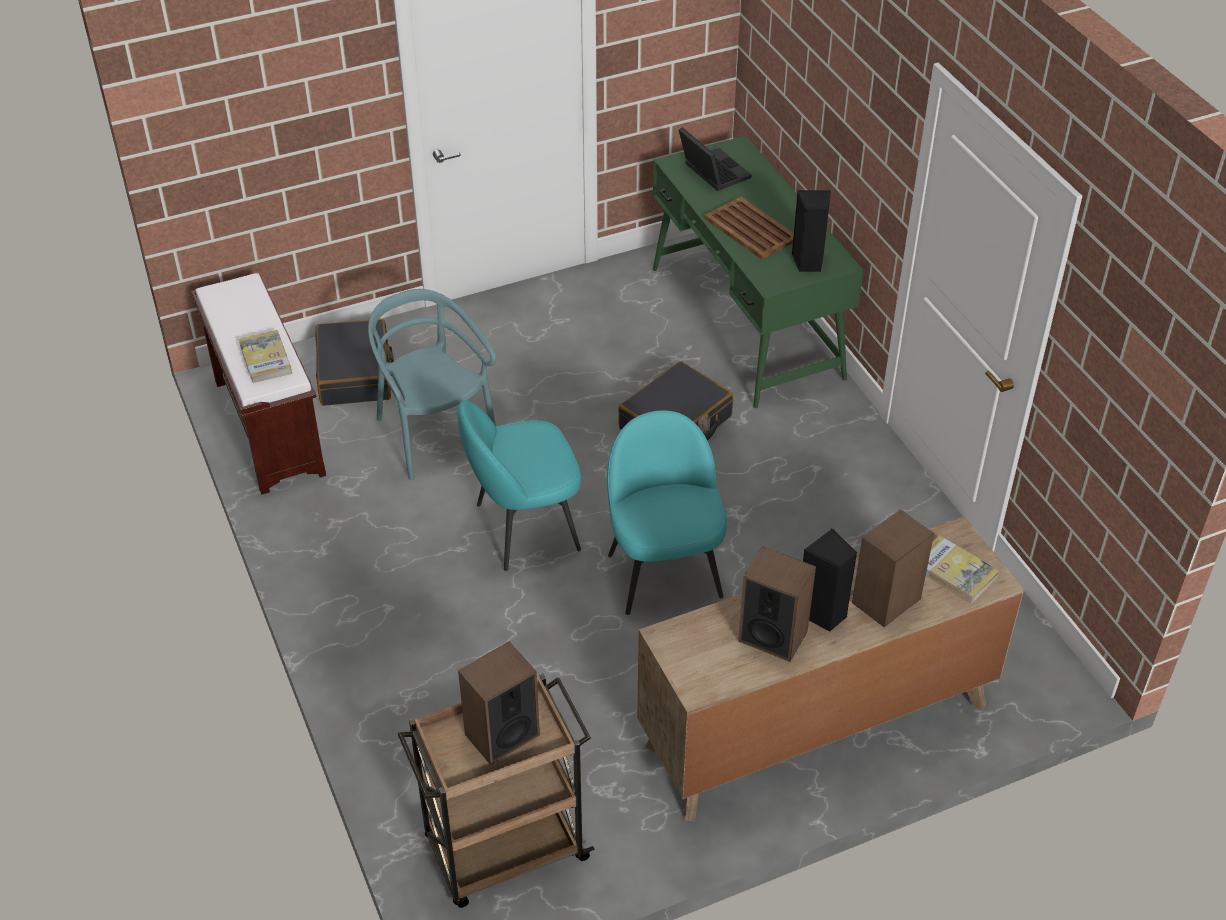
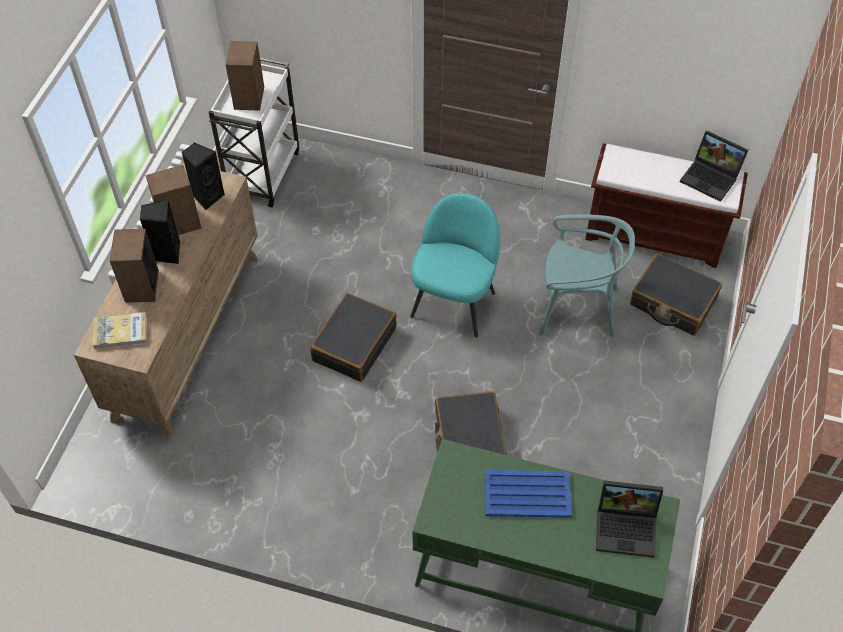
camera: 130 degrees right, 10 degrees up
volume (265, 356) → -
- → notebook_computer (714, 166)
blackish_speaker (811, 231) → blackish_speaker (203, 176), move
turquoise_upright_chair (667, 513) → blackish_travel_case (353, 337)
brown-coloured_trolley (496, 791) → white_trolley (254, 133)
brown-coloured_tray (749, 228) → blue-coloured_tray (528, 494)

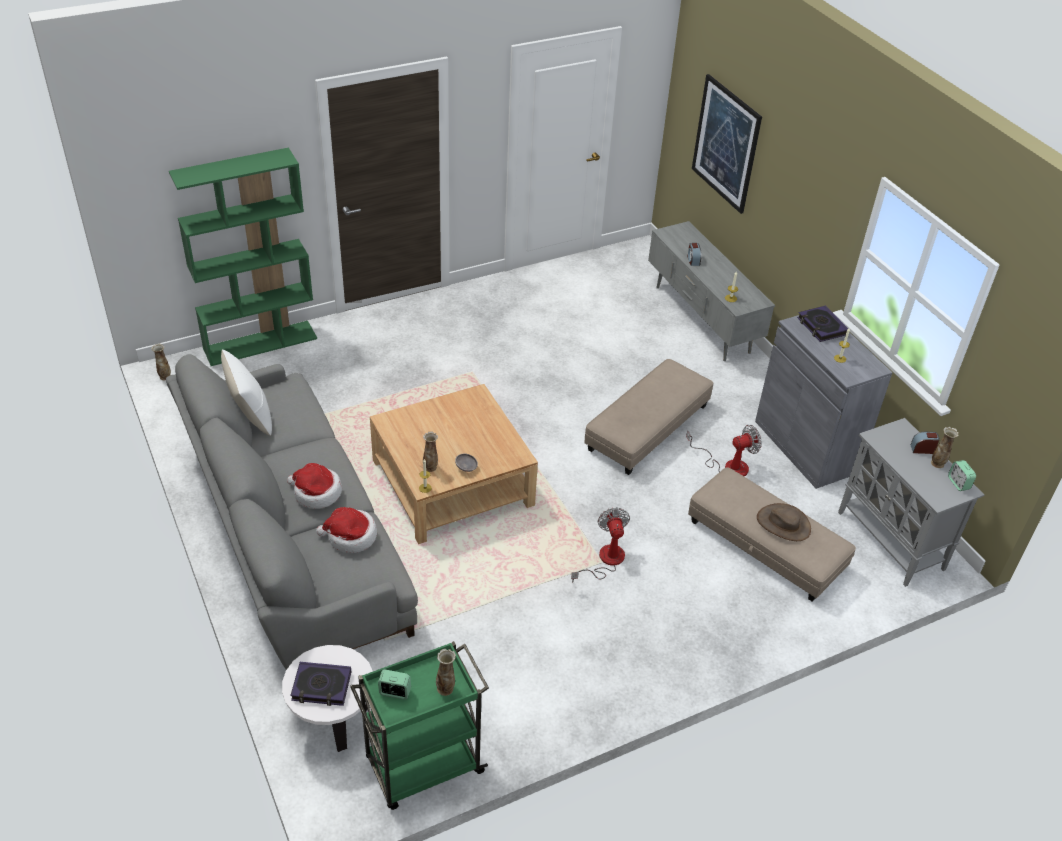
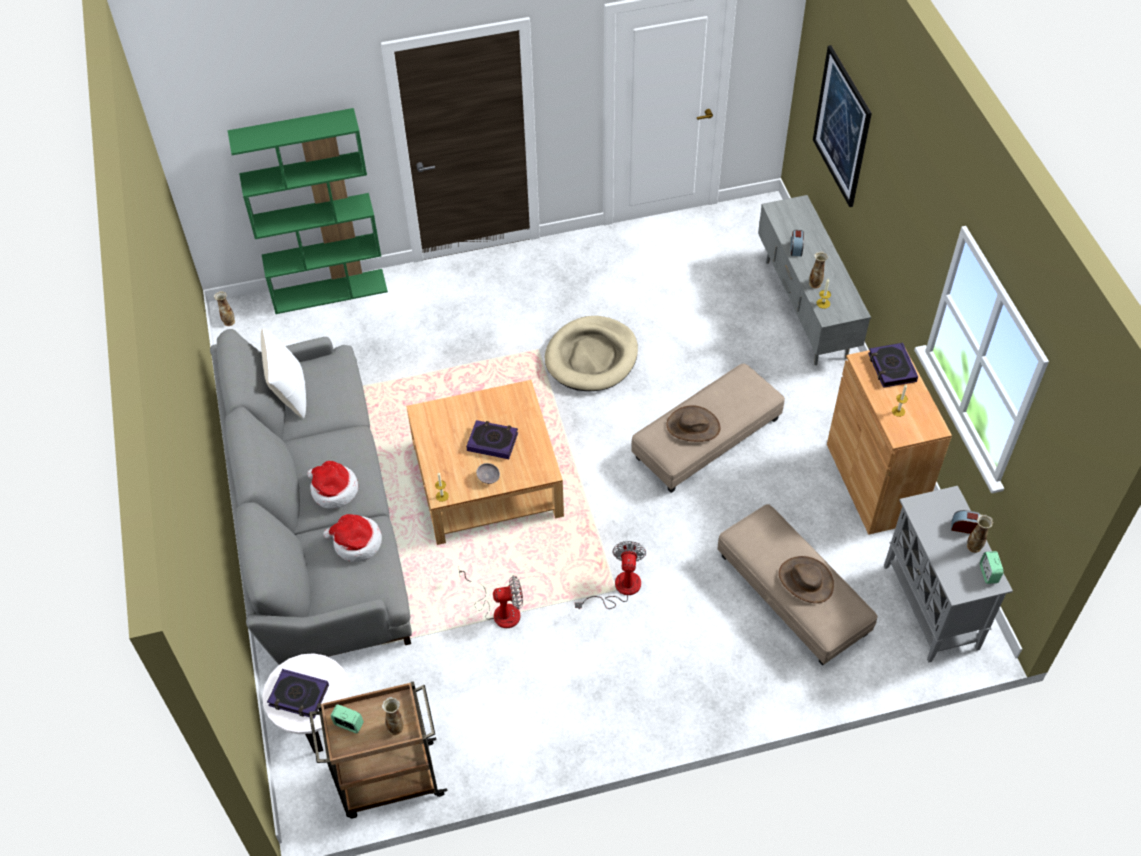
camera: 15 degrees right, 10 degrees up
- → volume (492, 439)
- → beige-coloured_dog_bed (591, 353)
- → brown-coloured_hat (693, 423)
flower_vase (430, 452) → flower_vase (818, 269), move
electric_fan (724, 450) → electric_fan (490, 597), move
greenish_trolley (419, 725) → brown-coloured_trolley (378, 749)
greyish_storage_cabinet (824, 402) → brown-coloured_storage_cabinet (889, 441)

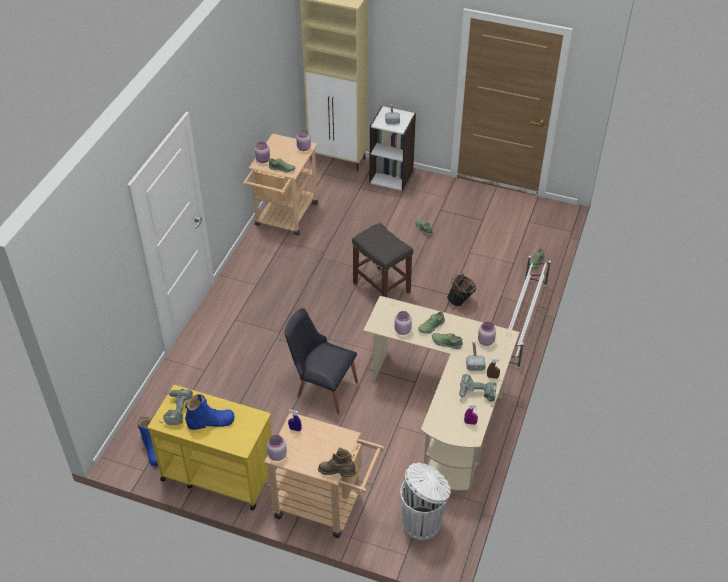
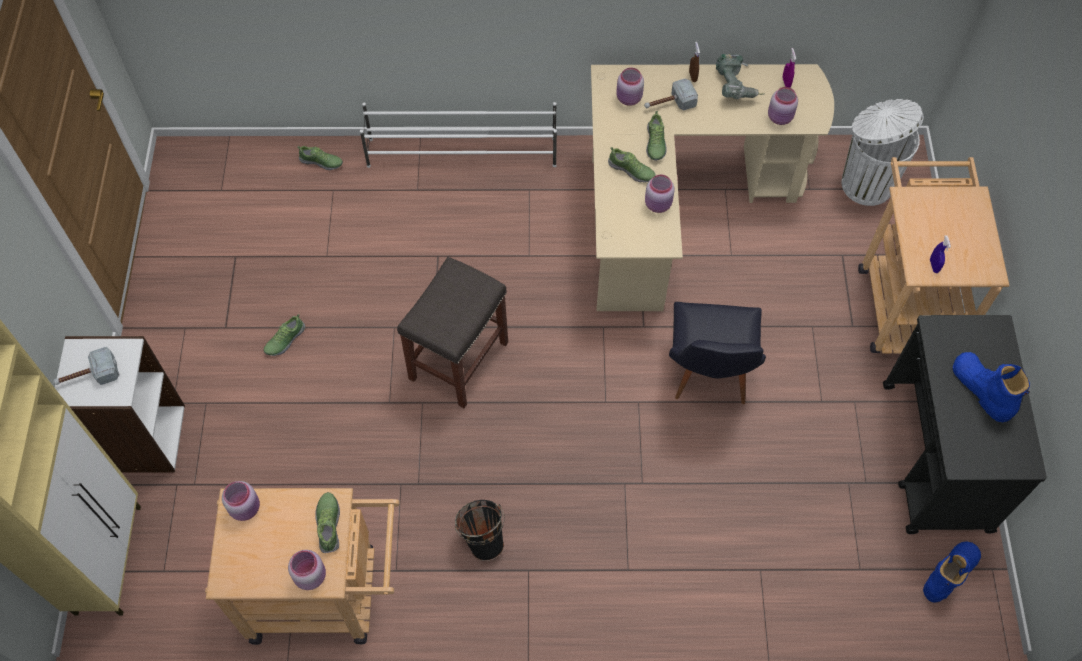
camera: 110 degrees left, 15 degrees up
electric_drill (176, 407) → -
brown-coloured_high-top_boot (337, 462) → -
pinkish_jar (277, 448) → pinkish_jar (783, 106), move
blackish_water_bucket (461, 290) → blackish_water_bucket (479, 530), move
yellowish_trolley (209, 448) → blackish_trolley (965, 424)

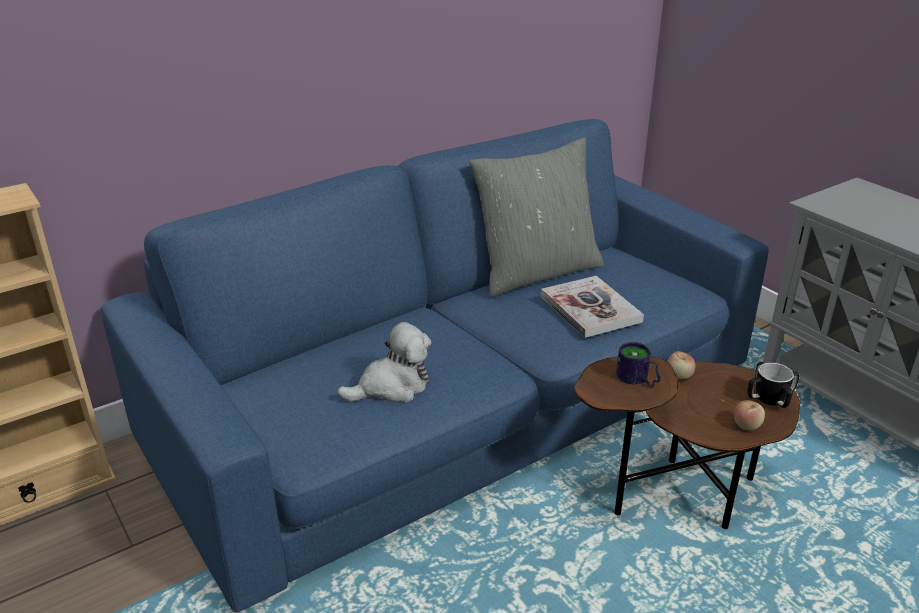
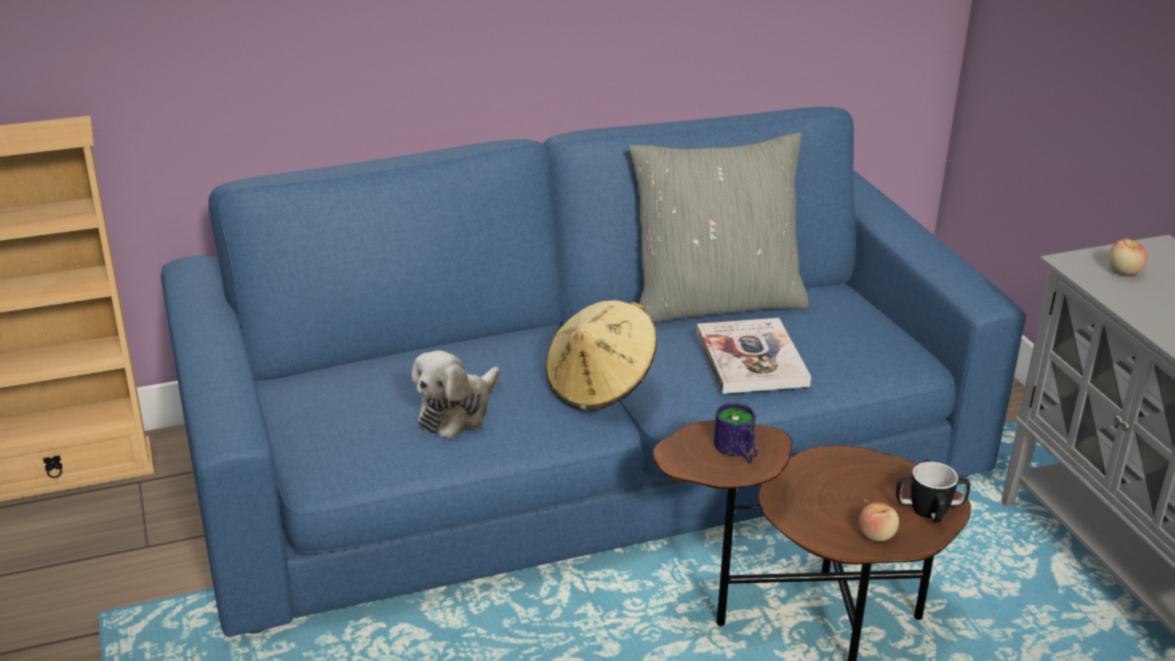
camera: 15 degrees right, 0 degrees up
- → beige-coloured_hat (601, 355)
whole_apple (681, 365) → whole_apple (1128, 257), move
soft_toy (384, 362) → soft_toy (455, 395), 135 degrees clockwise

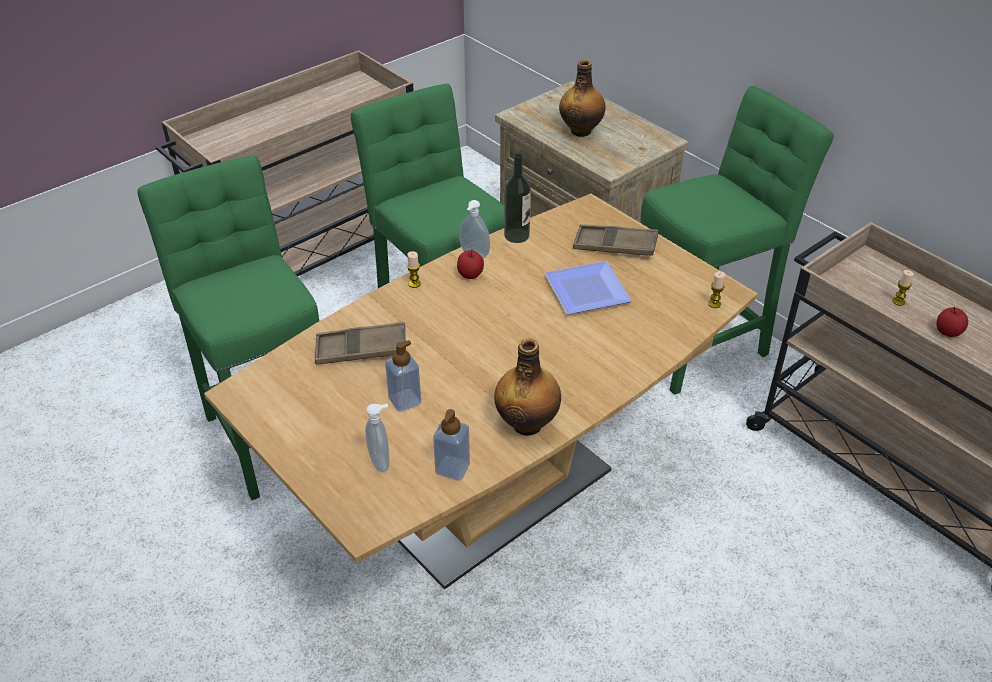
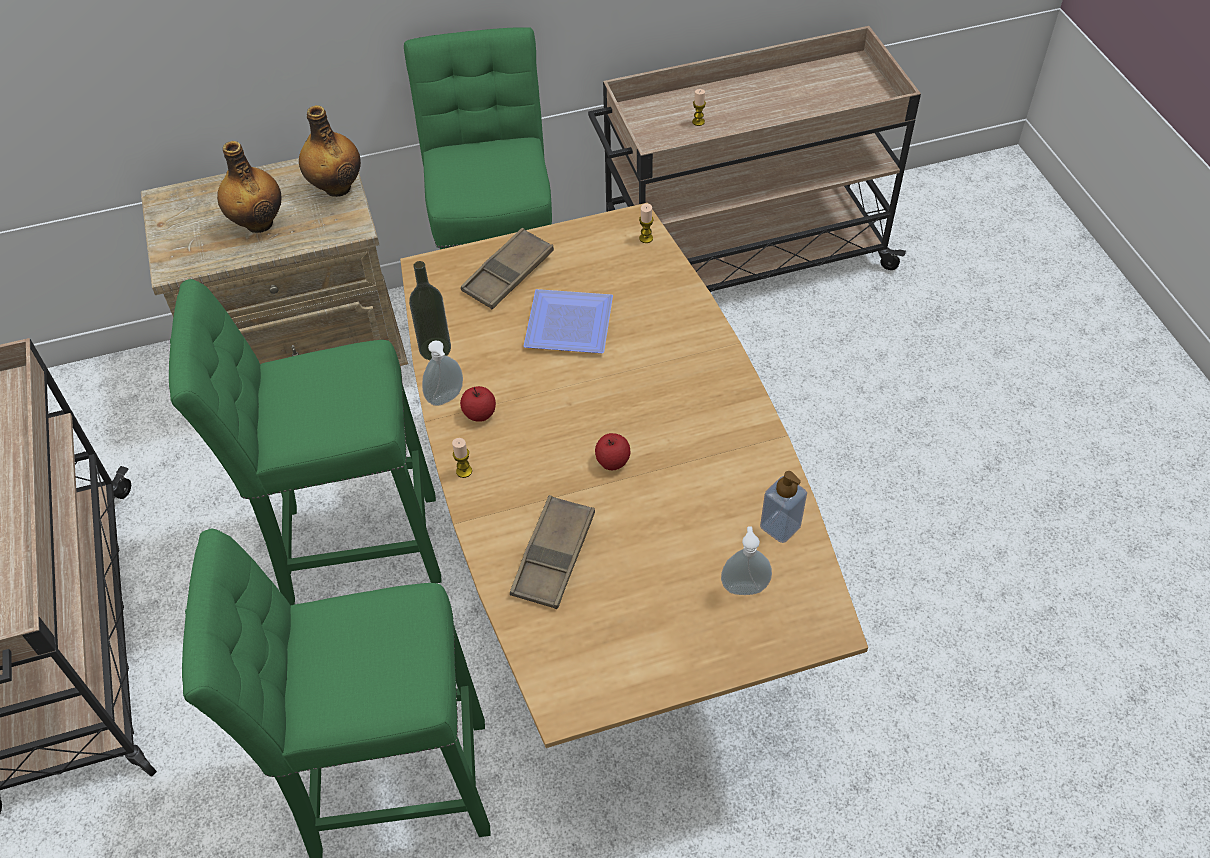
camera: 65 degrees left, 10 degrees up
liquid_soap_bottle (403, 376) → -
beverage_bottle (527, 387) → beverage_bottle (330, 151), move
whole_apple (952, 322) → whole_apple (612, 451), move

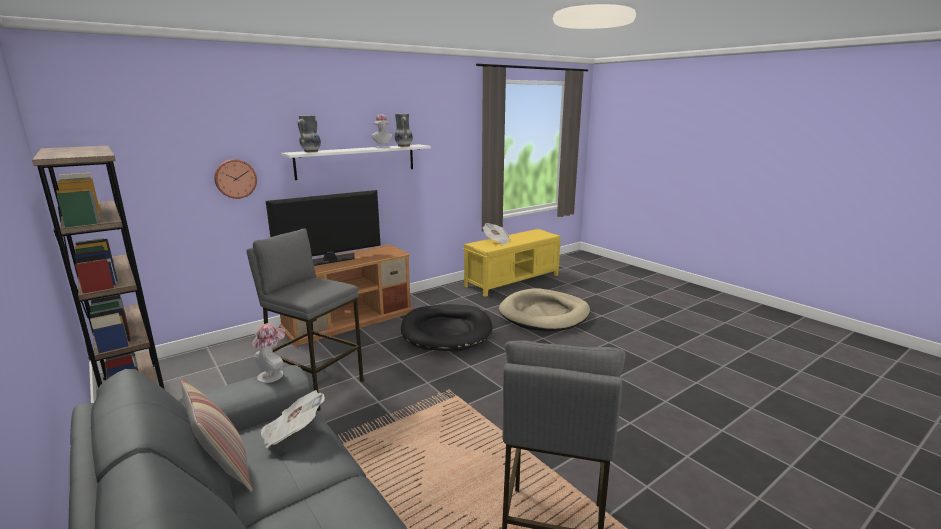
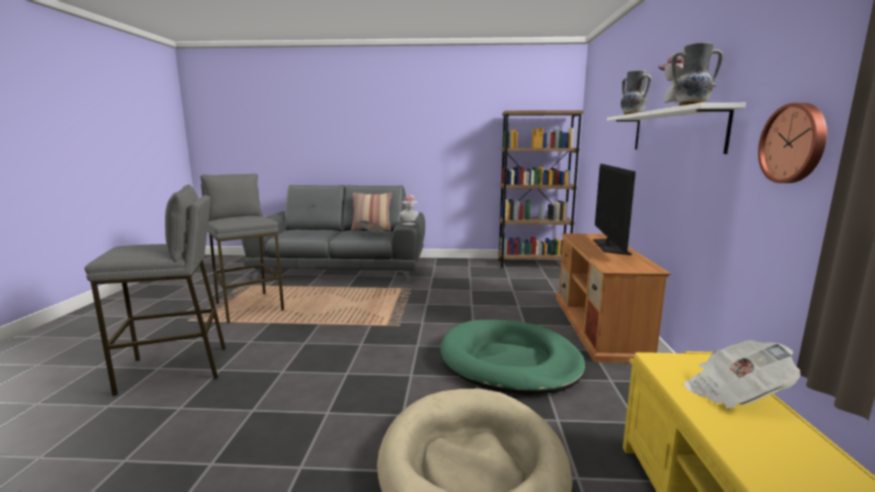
camera: 130 degrees right, 5 degrees down
hanging_clock (235, 179) → hanging_clock (792, 143), move
greyish_stool (305, 319) → greyish_stool (155, 290), move
blackish_dog_bed (447, 327) → greenish_dog_bed (512, 357)

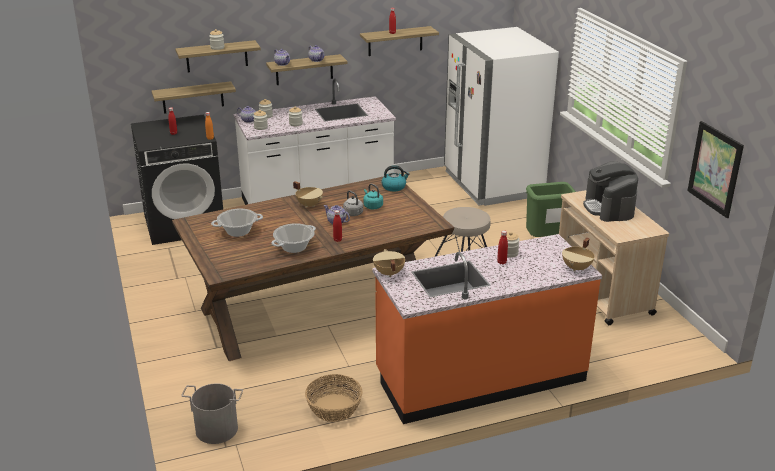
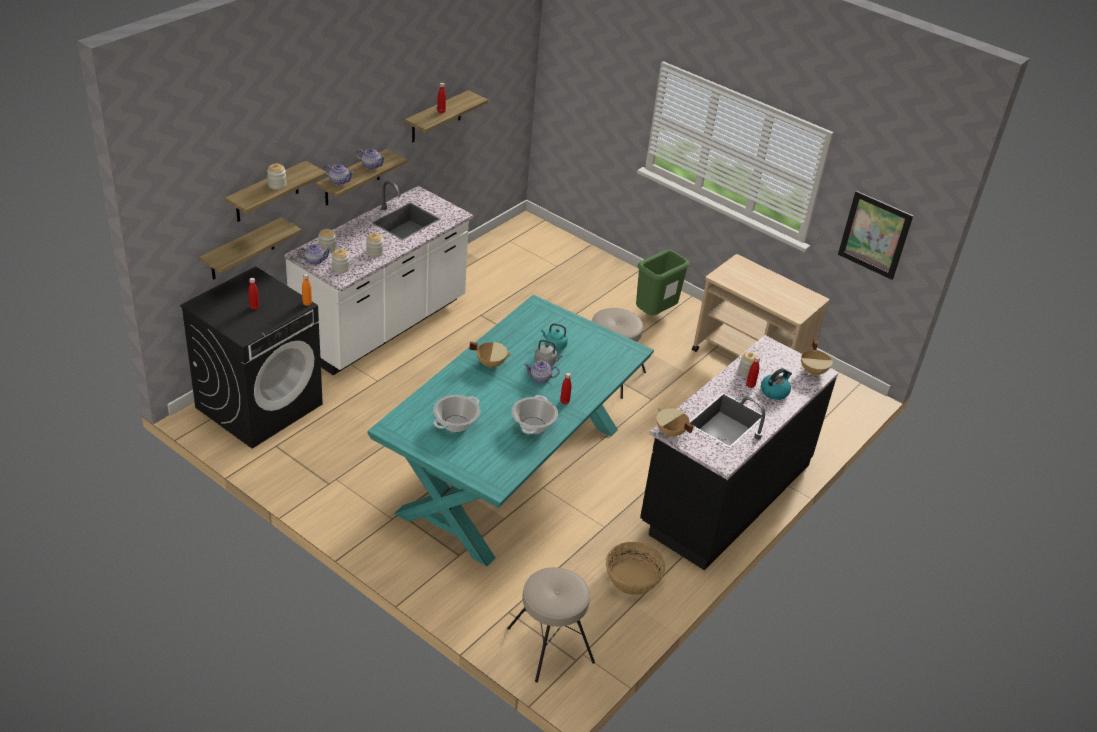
camera: 35 degrees left, 10 degrees up
white_kitchen_fridge (501, 116) → -
coffee_machine (610, 191) → -
water_kettle (396, 178) → water_kettle (776, 384), move
greyish_water_bucket (212, 413) → beige-coloured_stool (551, 625)
brown-coloured_kitchen_table (313, 268) → turquoise_kitchen_table (510, 430)
orangey_kitchen_counter (487, 329) → blackish_kitchen_counter (739, 453)

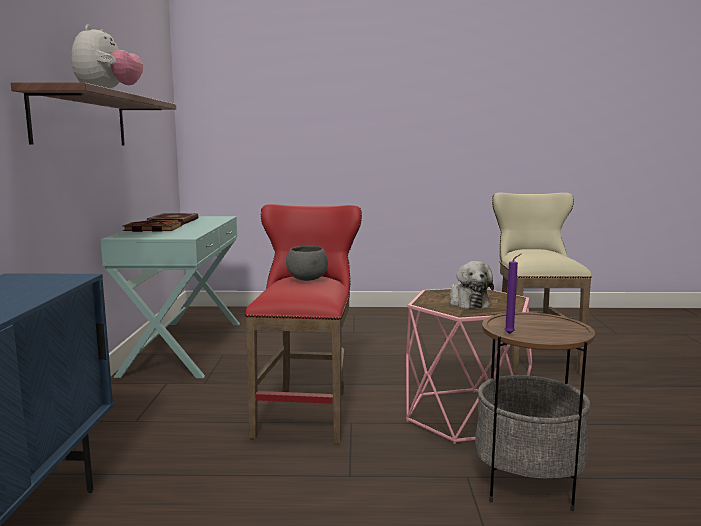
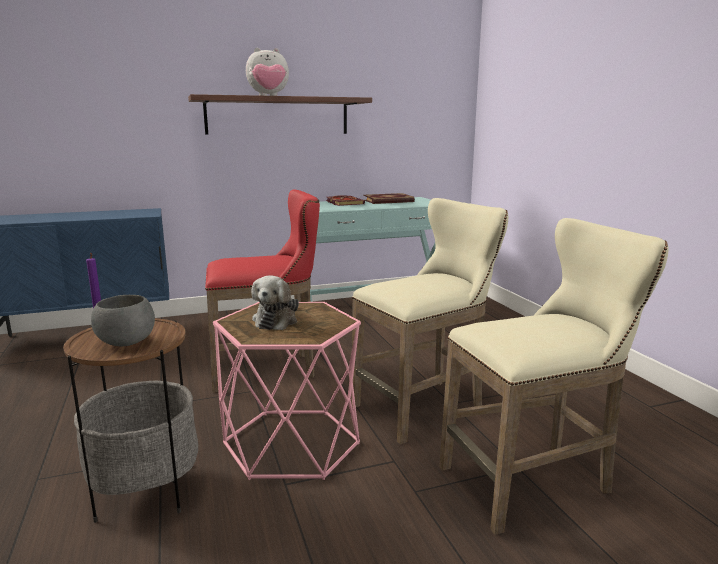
camera: 70 degrees right, 5 degrees up
- → beige-coloured_stool (429, 321)
greyish_deep_dish (307, 263) → greyish_deep_dish (123, 320), move
soft_toy (472, 285) → soft_toy (275, 302), 45 degrees counterclockwise

